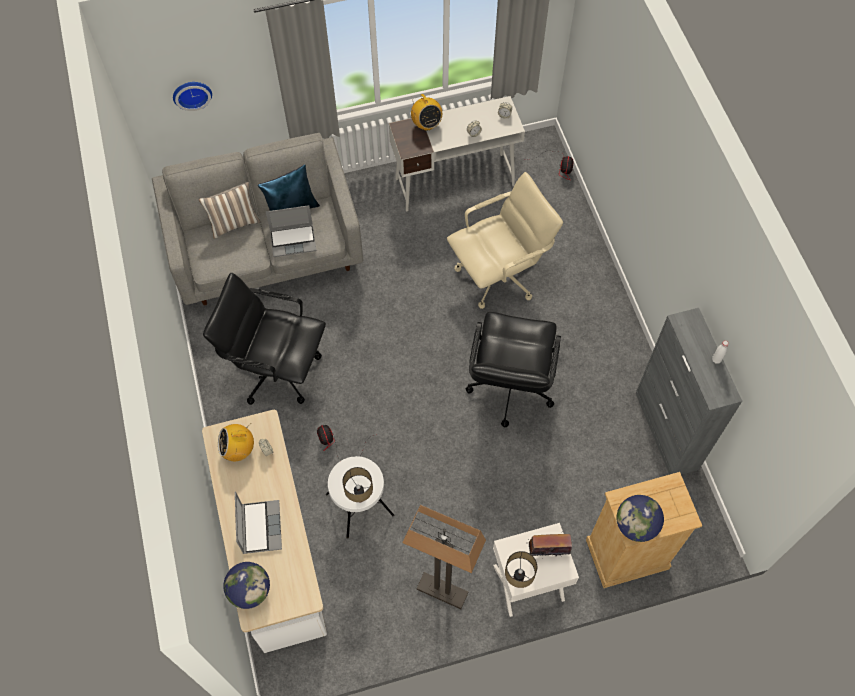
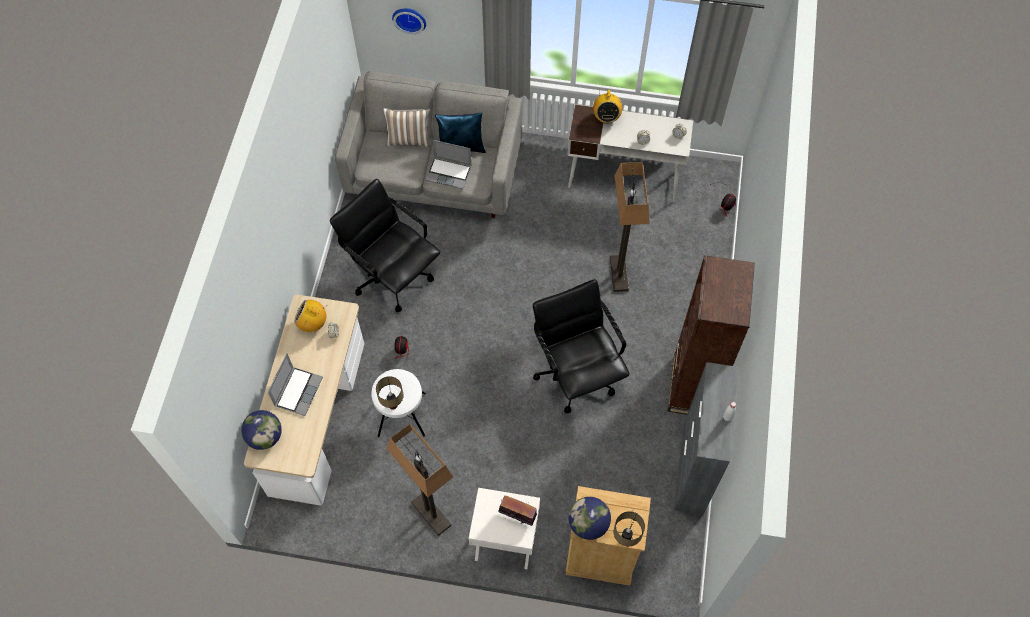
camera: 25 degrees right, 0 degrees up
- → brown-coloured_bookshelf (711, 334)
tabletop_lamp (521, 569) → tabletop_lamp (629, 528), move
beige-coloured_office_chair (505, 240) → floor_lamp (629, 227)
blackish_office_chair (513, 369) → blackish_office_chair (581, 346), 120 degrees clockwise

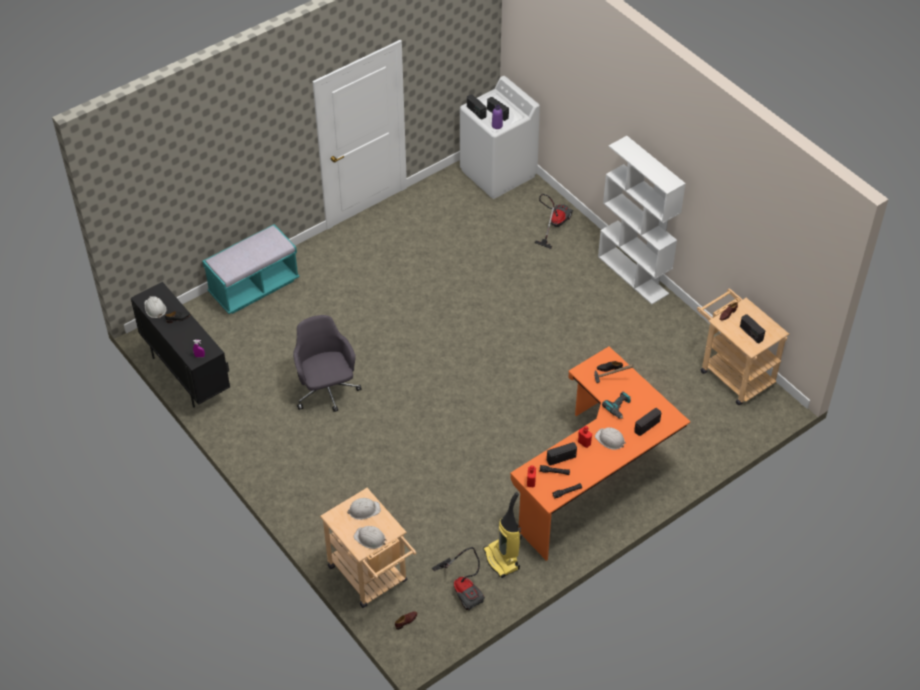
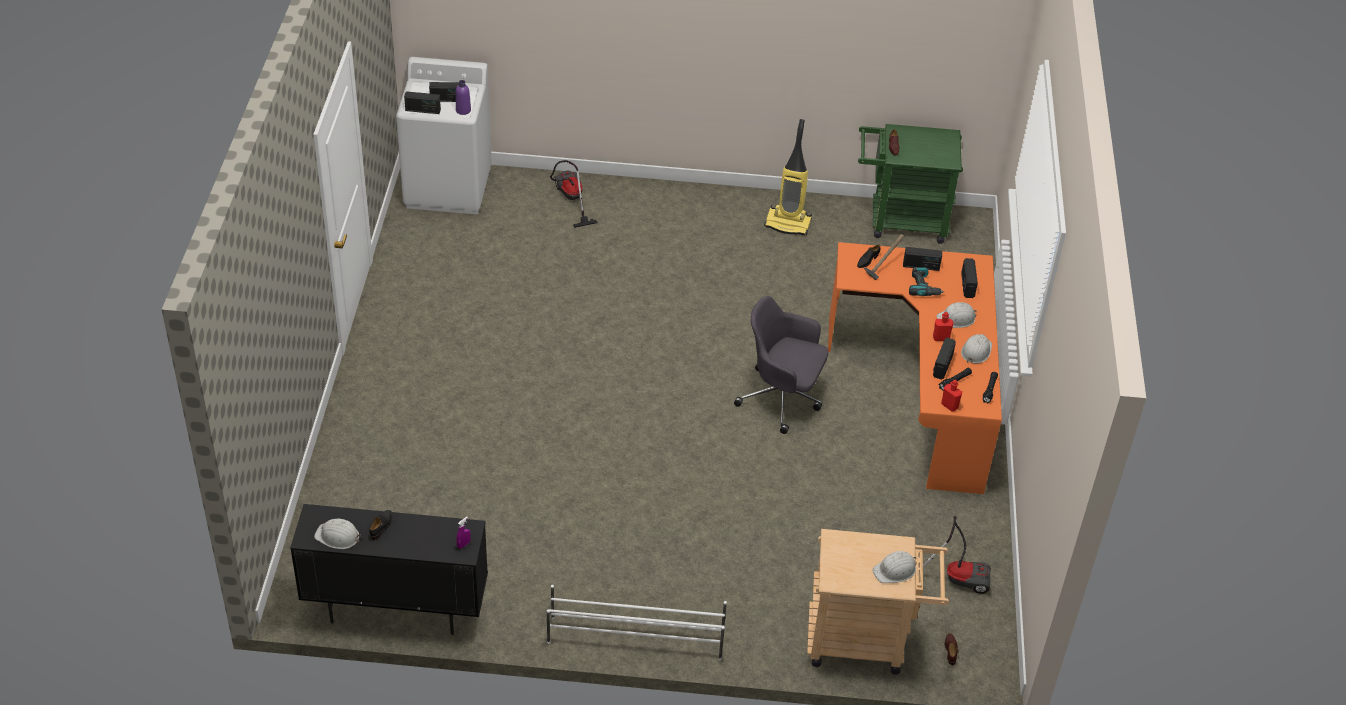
camera: 50 degrees left, 5 degrees down
turquoise_bench (251, 269) → -
white_bookshelf (642, 220) → -
- → white_shoe_stand (637, 622)
greyish_office_chair (327, 363) → greyish_office_chair (781, 365), move
white_safety_helmet (364, 509) → white_safety_helmet (976, 349), move
vacuum_cleaner (502, 535) → vacuum_cleaner (788, 177), move
radio_receiver (752, 329) → radio_receiver (922, 259), move
beige-coloured_trolley (743, 346) → greenish_trolley (910, 184)

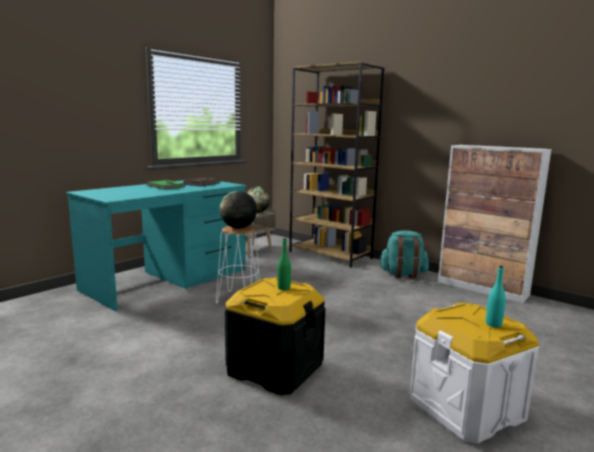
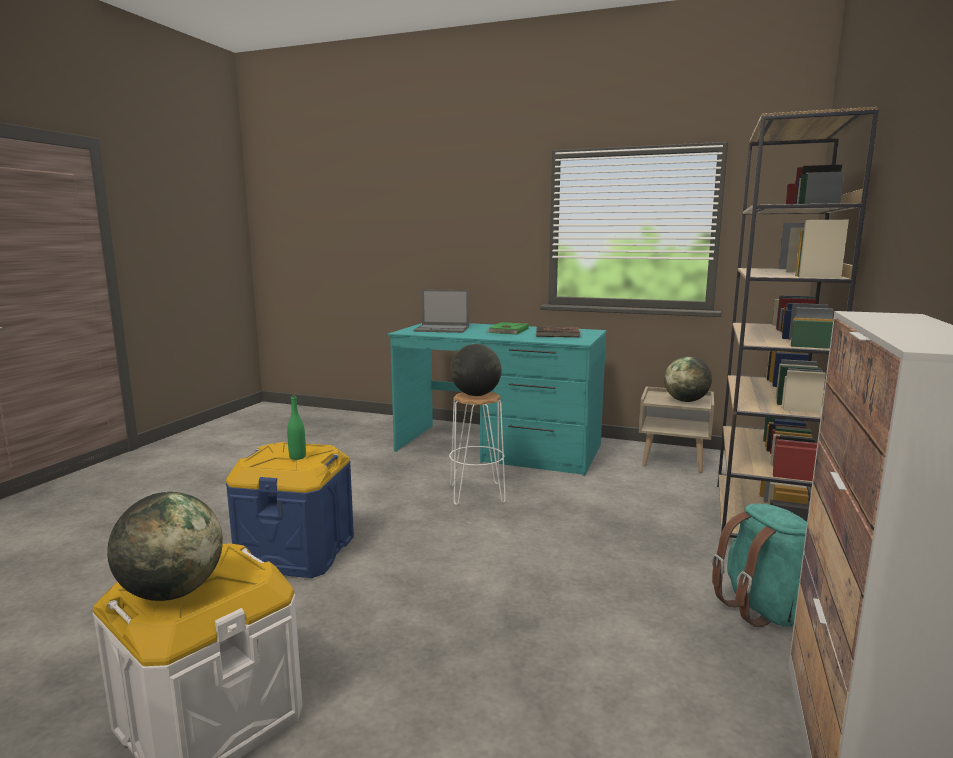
camera: 70 degrees right, 0 degrees up
- → notebook_computer (441, 311)
turquoise_beverage_bottle (496, 296) → globe (165, 546)
blackish_storage_box (275, 336) → blue-coloured_storage_box (290, 510)

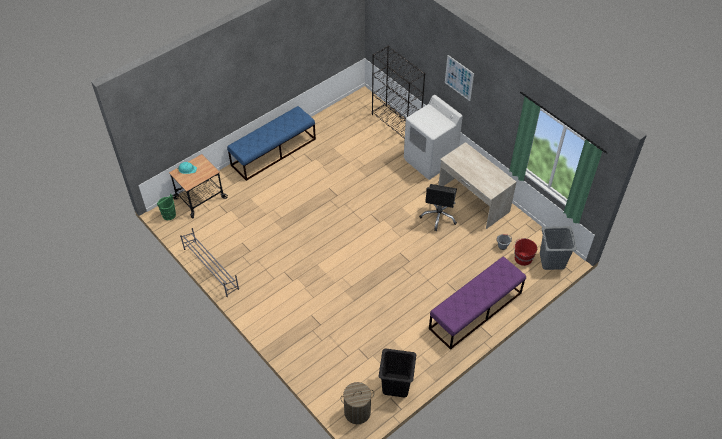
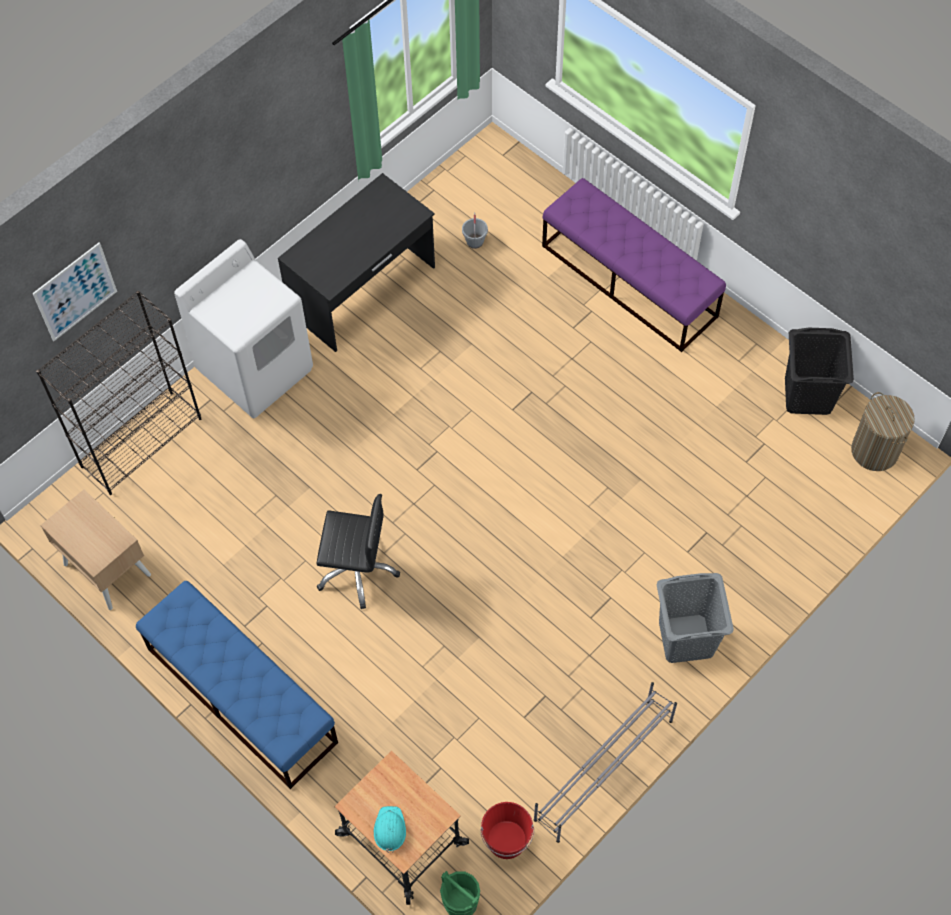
camera: 95 degrees left, 10 degrees up
- → beige-coloured_nightstand (95, 549)
blackish_office_chair (438, 207) → blackish_office_chair (358, 551), move
wall_picture (459, 78) → wall_picture (74, 291), move
red_water_bucket (525, 252) → red_water_bucket (507, 830), move
greyish_laundry_basket (558, 248) → greyish_laundry_basket (695, 618), move
beige-coloured_desk (477, 185) → blackish_desk (356, 262)

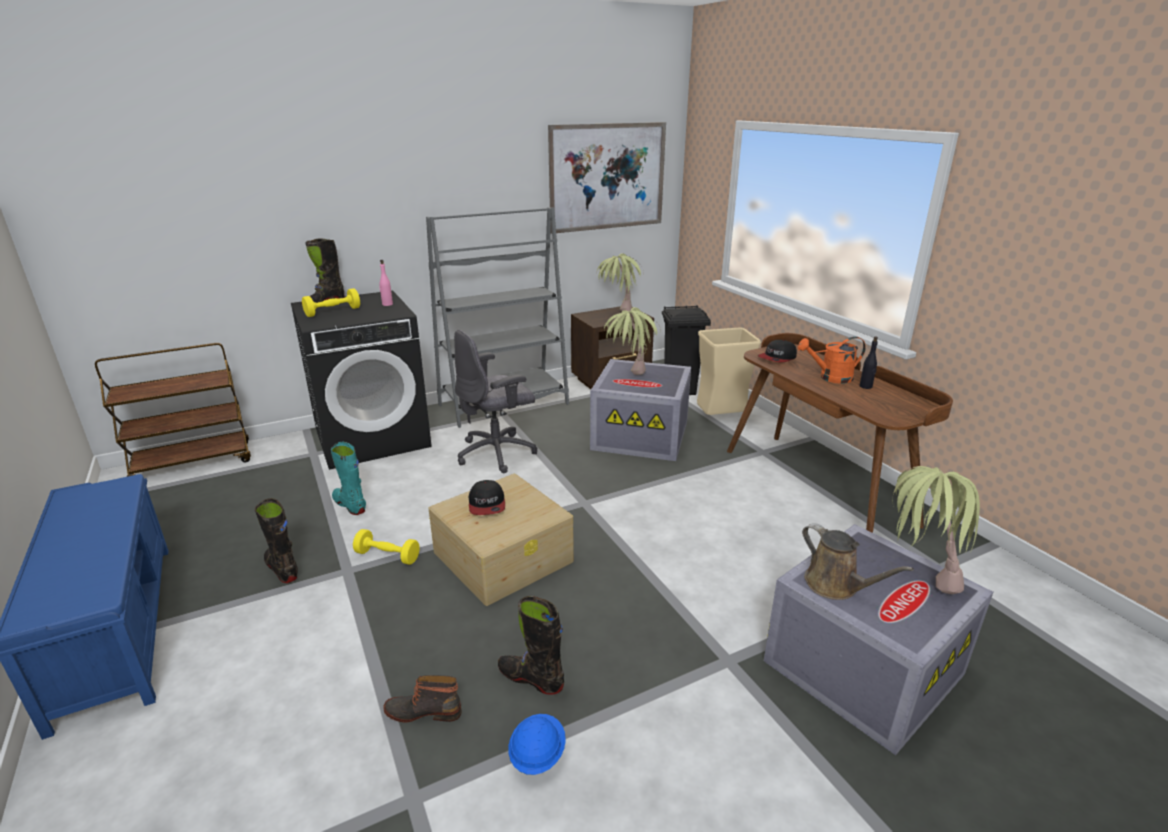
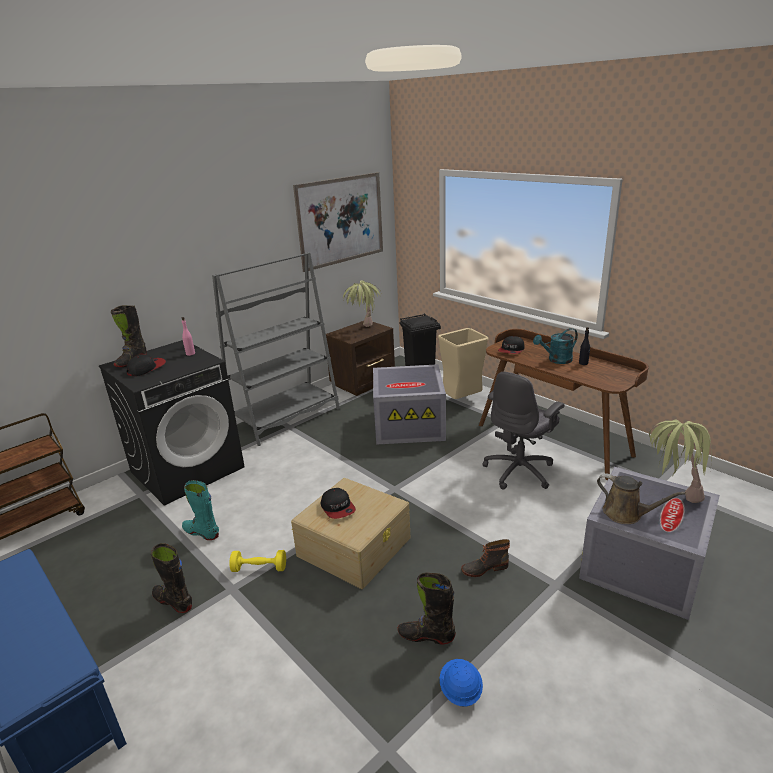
camera: 15 degrees left, 0 degrees up
houseplant (632, 341) → -
high-top_boot (422, 699) → high-top_boot (485, 558), move
greyish_office_chair (495, 401) → greyish_office_chair (524, 431), move
yellowish_free_weight (331, 302) → cap (146, 365)
orangey_watering_pot (832, 360) → turquoise_watering_pot (555, 346)

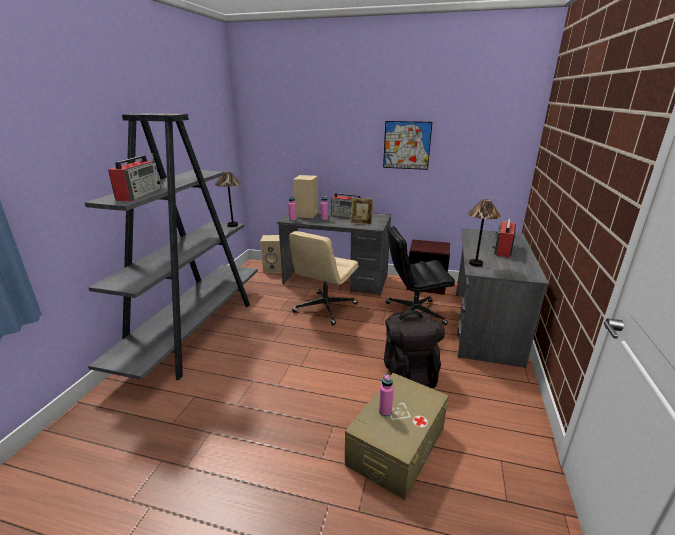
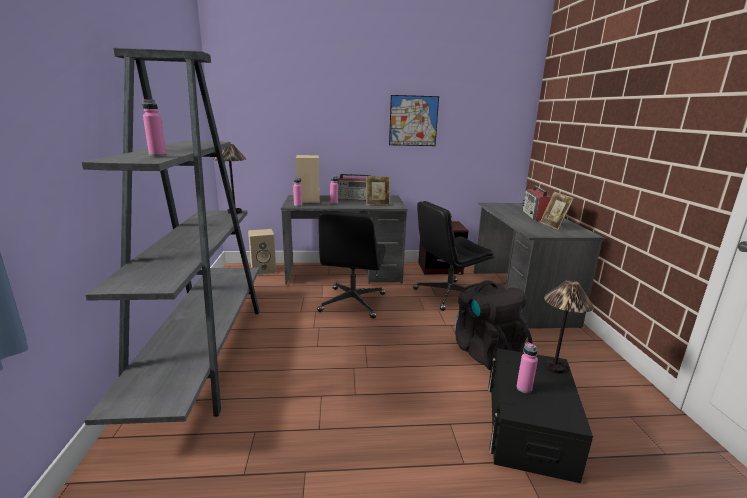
camera: 20 degrees left, 5 degrees down
- → standing_frame (557, 211)
tabletop_lamp (484, 232) → tabletop_lamp (569, 326), move
radio_receiver (134, 177) → pinkish_beverage_bottle (154, 128)
beige-coloured_office_chair (324, 278) → blackish_office_chair (351, 264)
beige-coloured_storage_box (397, 436) → blackish_storage_box (540, 415)

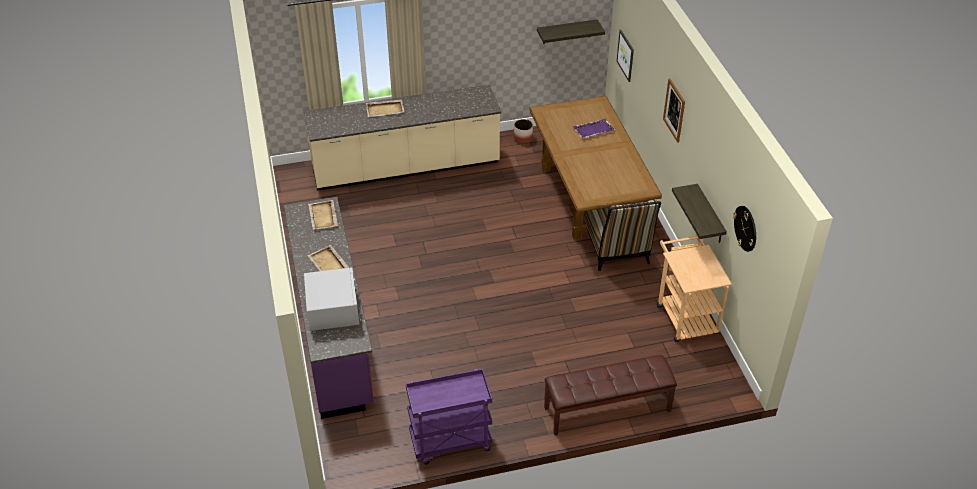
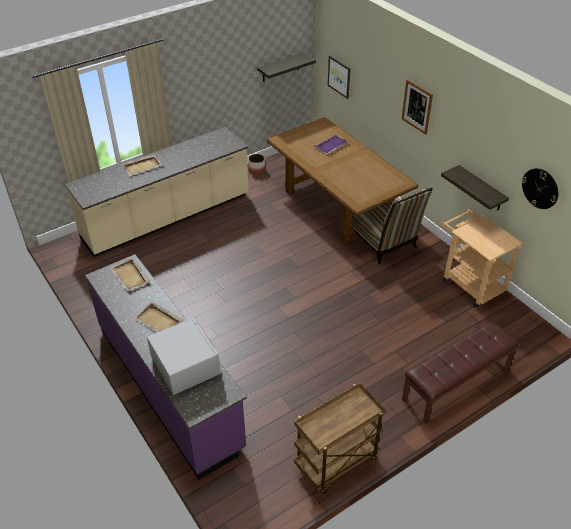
camera: 20 degrees left, 0 degrees up
purplish_trolley (449, 416) → brown-coloured_trolley (340, 438)

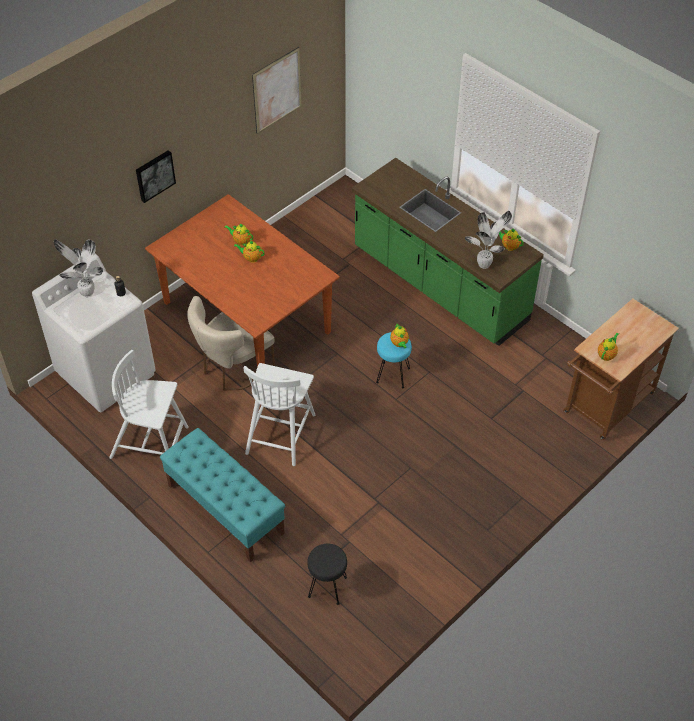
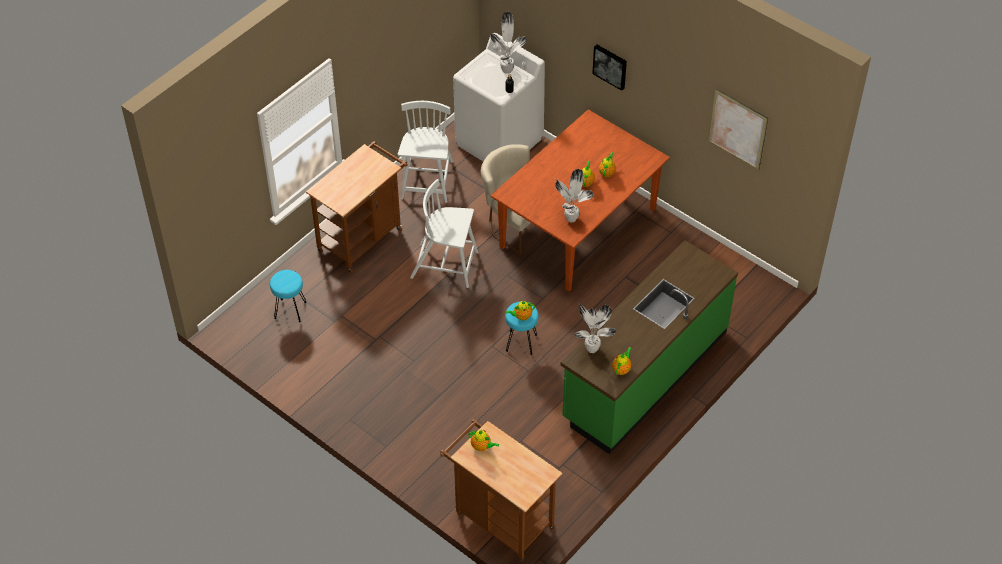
camera: 85 degrees right, 0 degrees up
- → houseplant (574, 195)
turquoise_bench (222, 495) → brown-coloured_trolley (357, 207)
blackish_stool (327, 574) → turquoise_stool (288, 296)

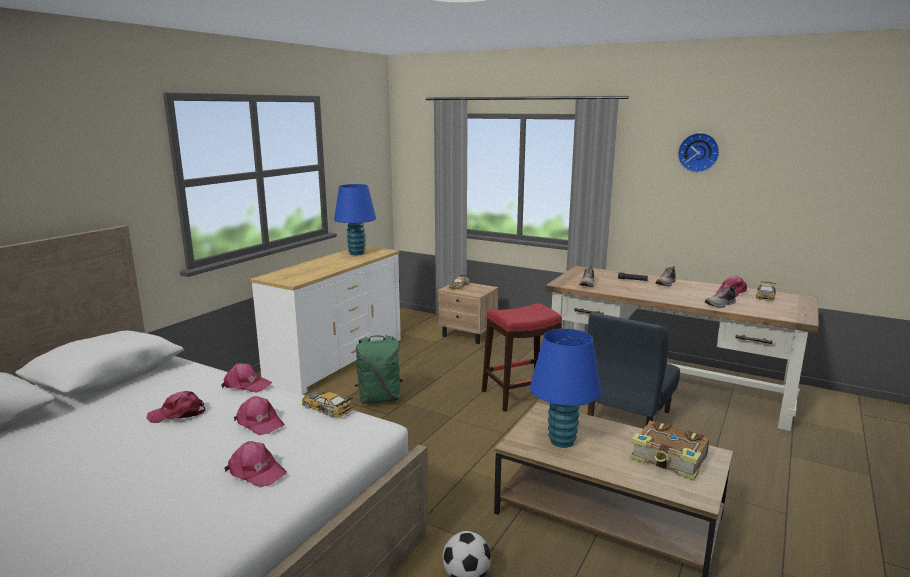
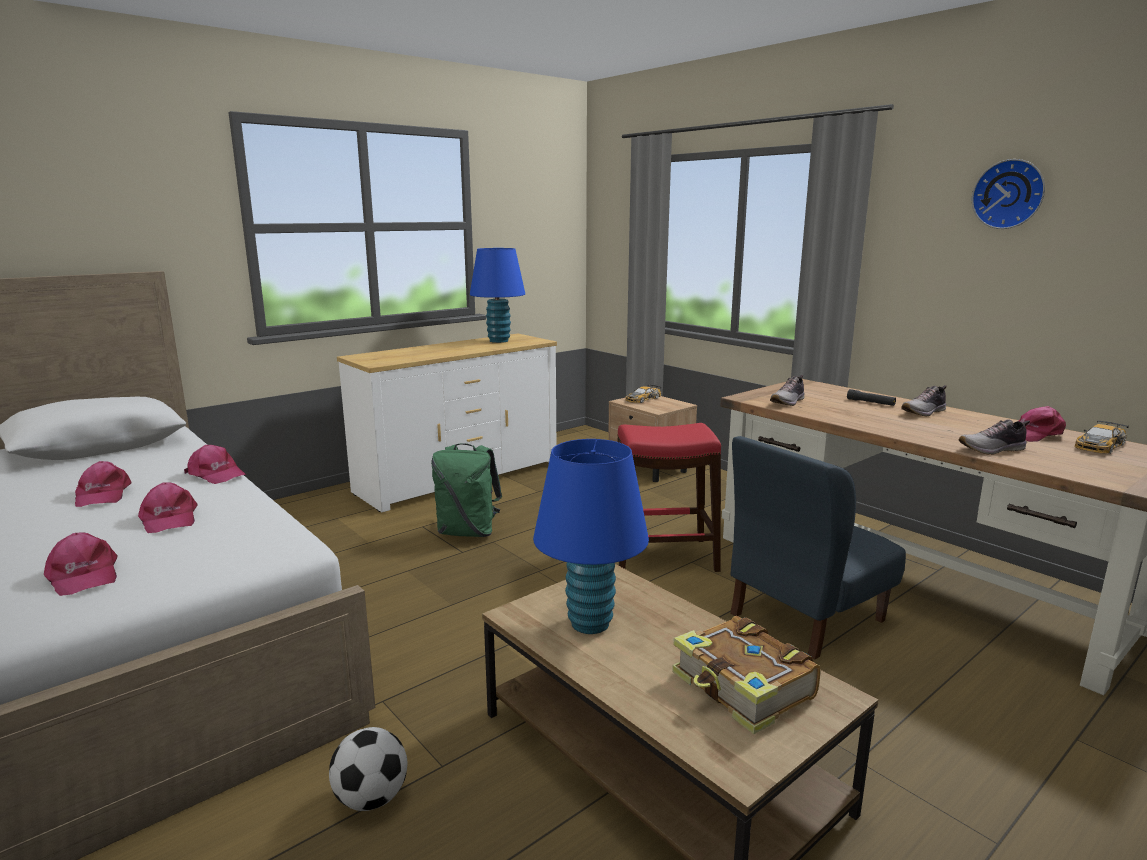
camera: 20 degrees right, 0 degrees up
toy_car (328, 404) → -
pinkish_cap (176, 407) → pinkish_cap (103, 484), 120 degrees counterclockwise

